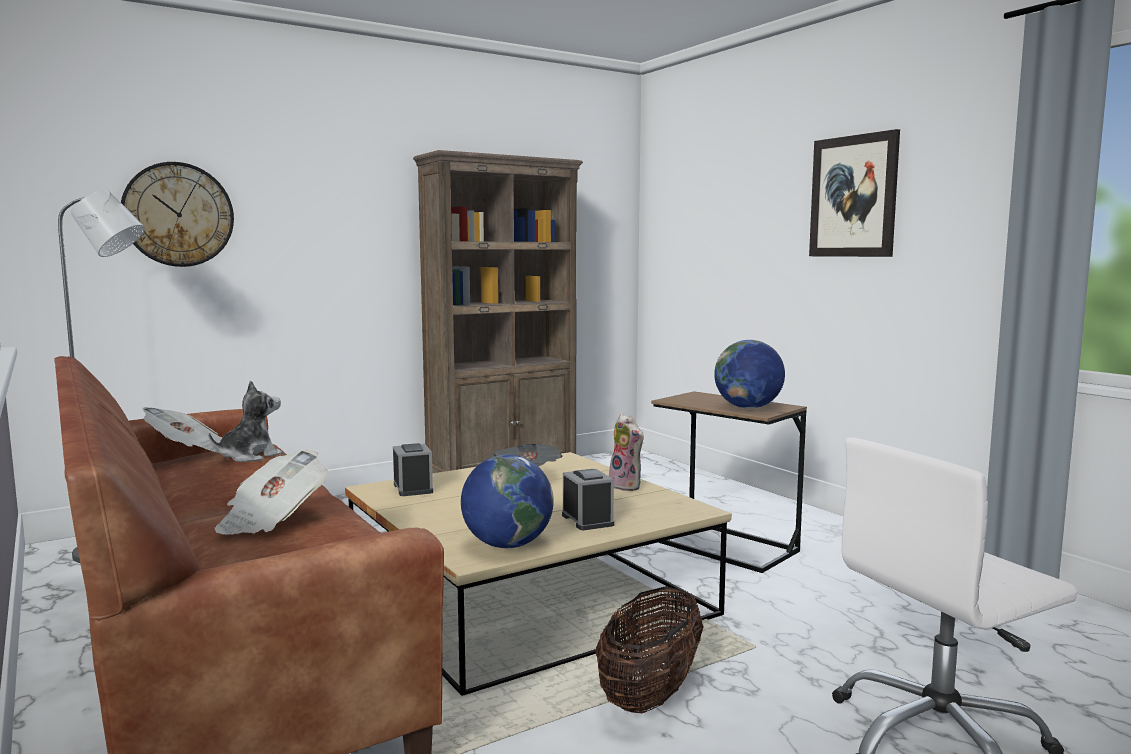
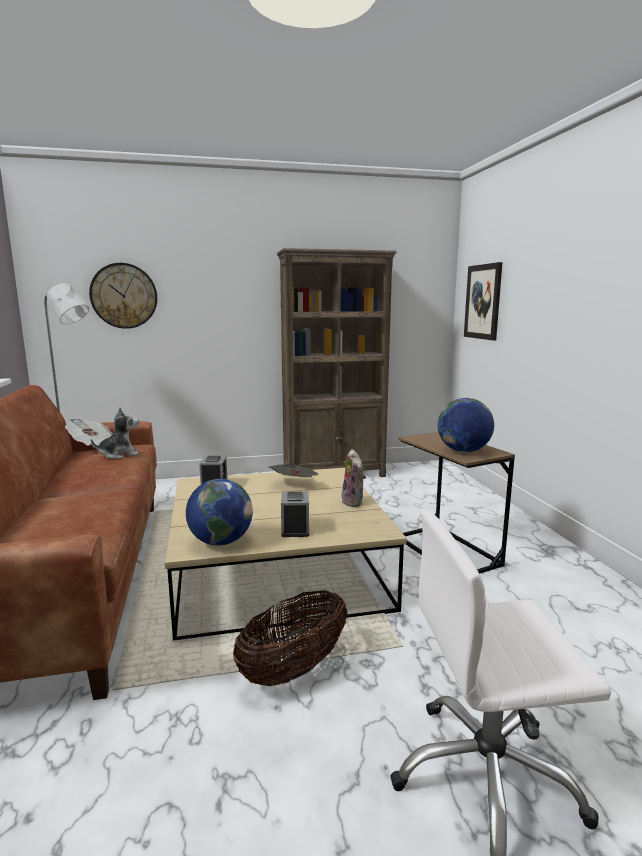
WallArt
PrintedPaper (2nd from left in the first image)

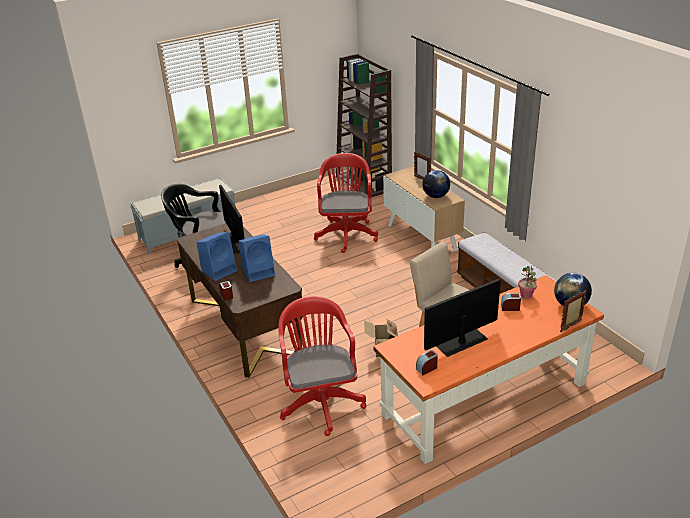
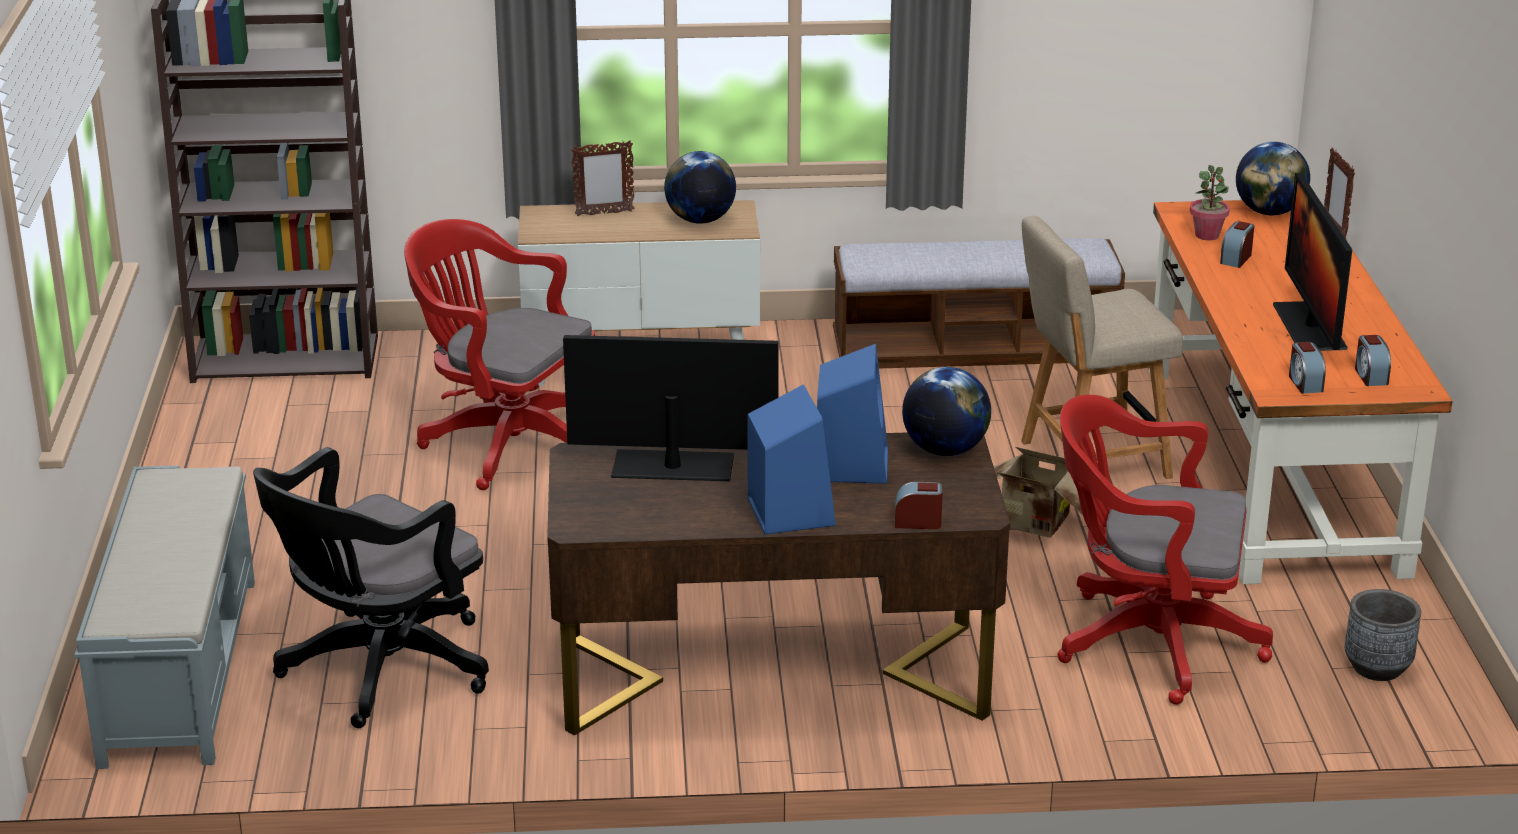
WorldGlobe (2nd from left)
AlarmClock (3rd from left)
GreyPlantPot

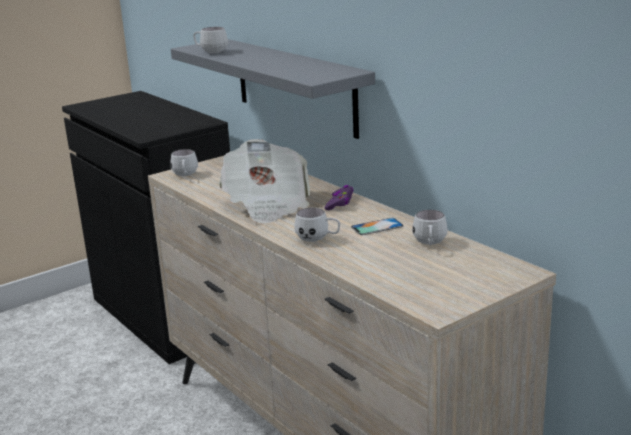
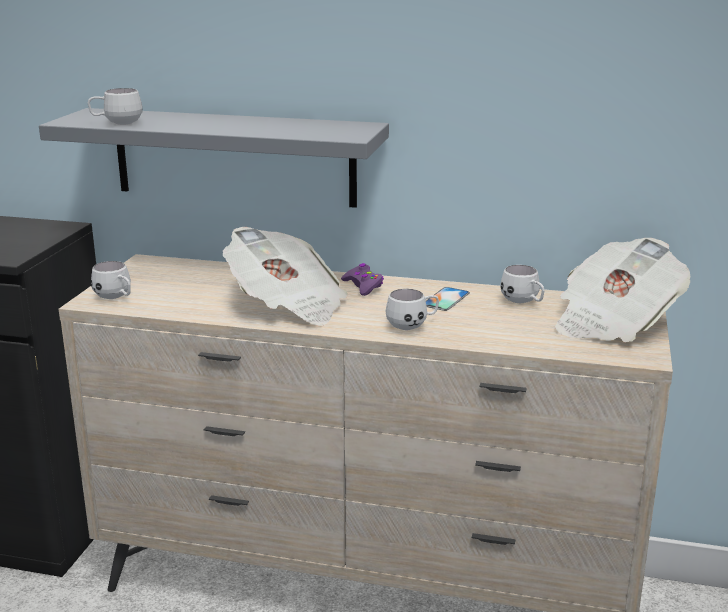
PrintedPaper (2nd from left)

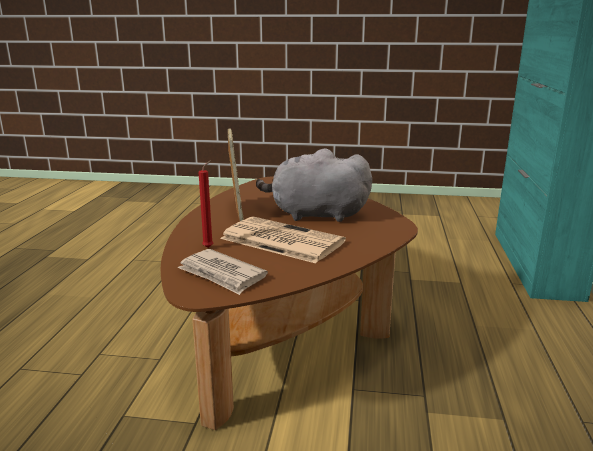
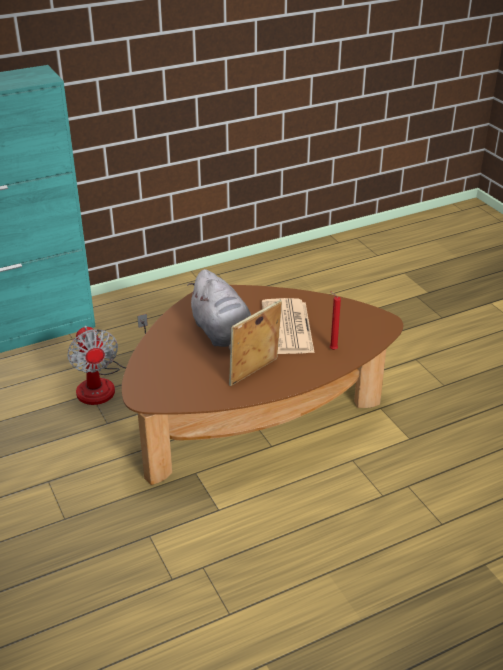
CoolingFan
PrintedPaper (1st from left in the first image)

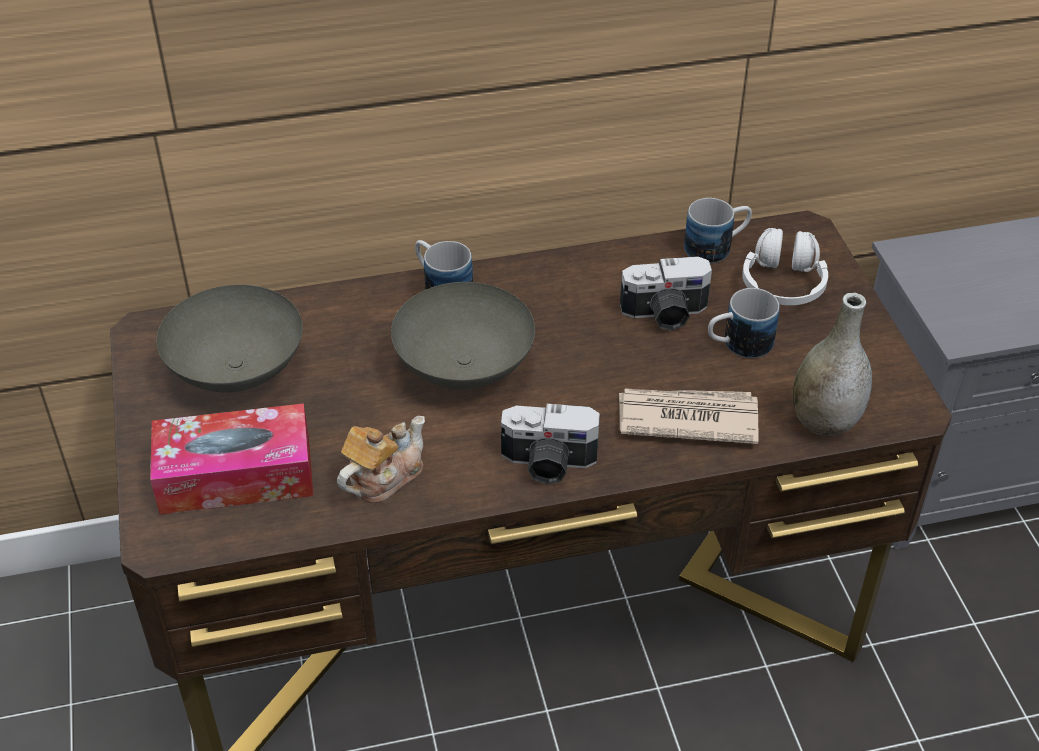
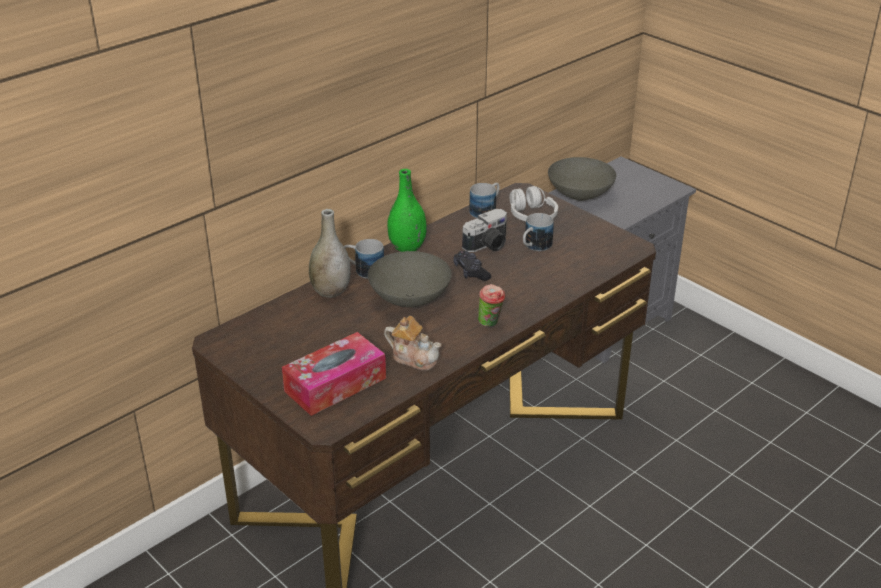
GreyDecorativeVase
PotForTea
GreenishDecorativeVase
BlackishJoypad
SmallCup
GreyBowl (2nd from left)
PrintedPaper

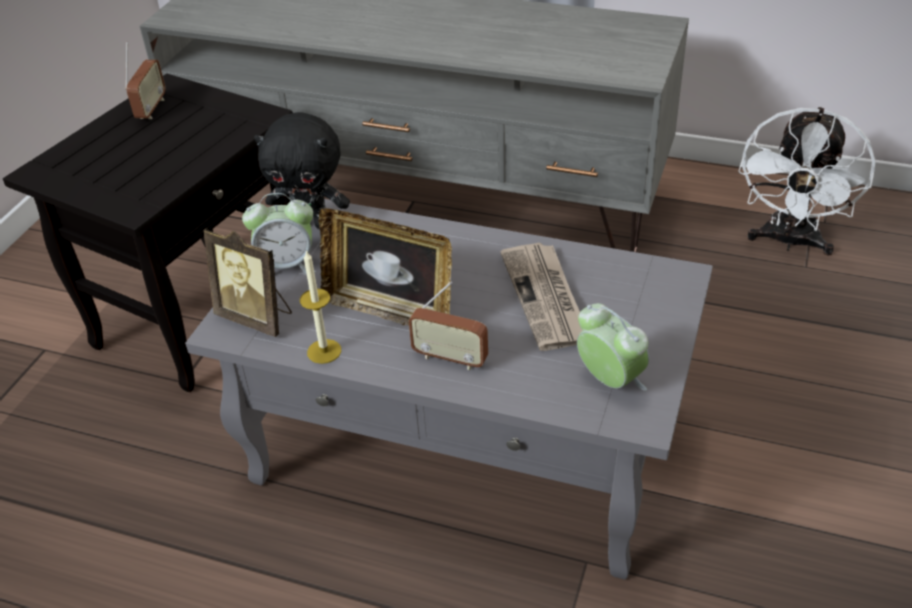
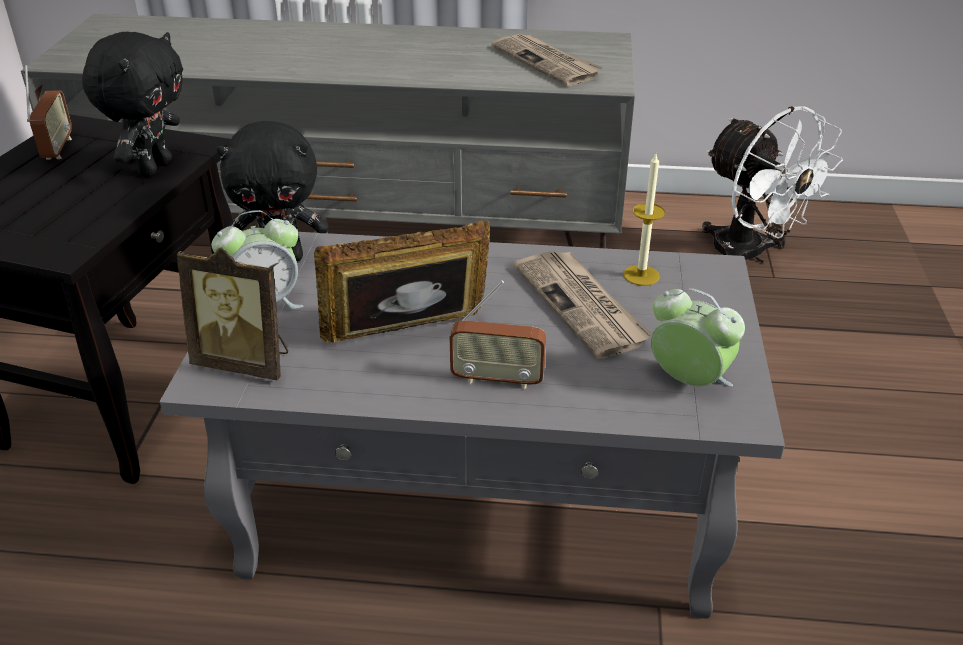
BlackishPlushToy (1st from left)
PictureFrame (2nd from left)
PrintedPaper (1st from left)
WaxCandle
WhiteCoolingFan

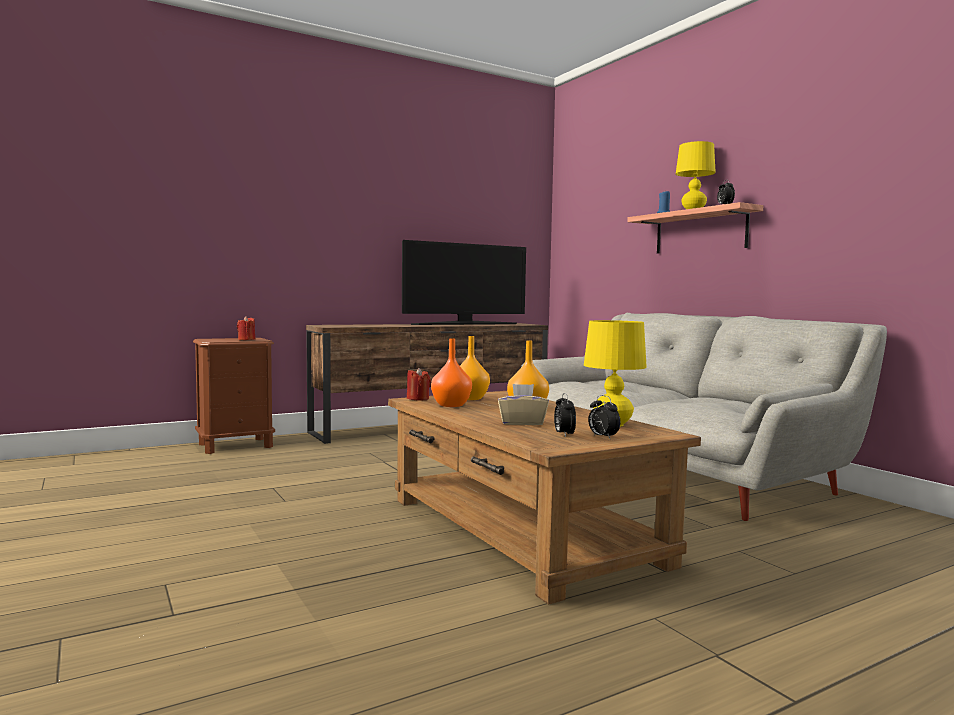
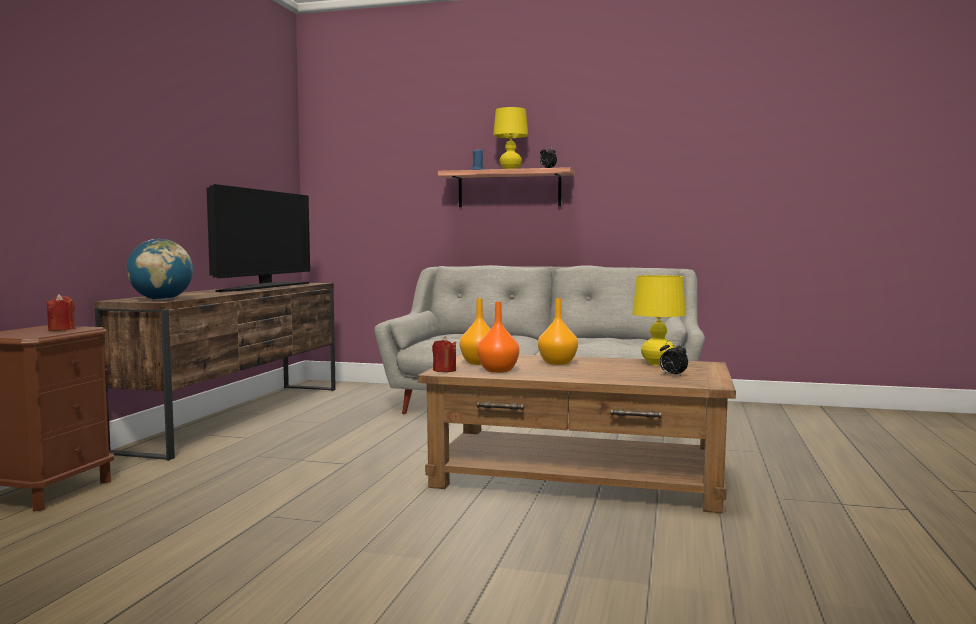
WorldGlobe
BeigeTissueHolder
AlarmClock (2nd from left in the first image)

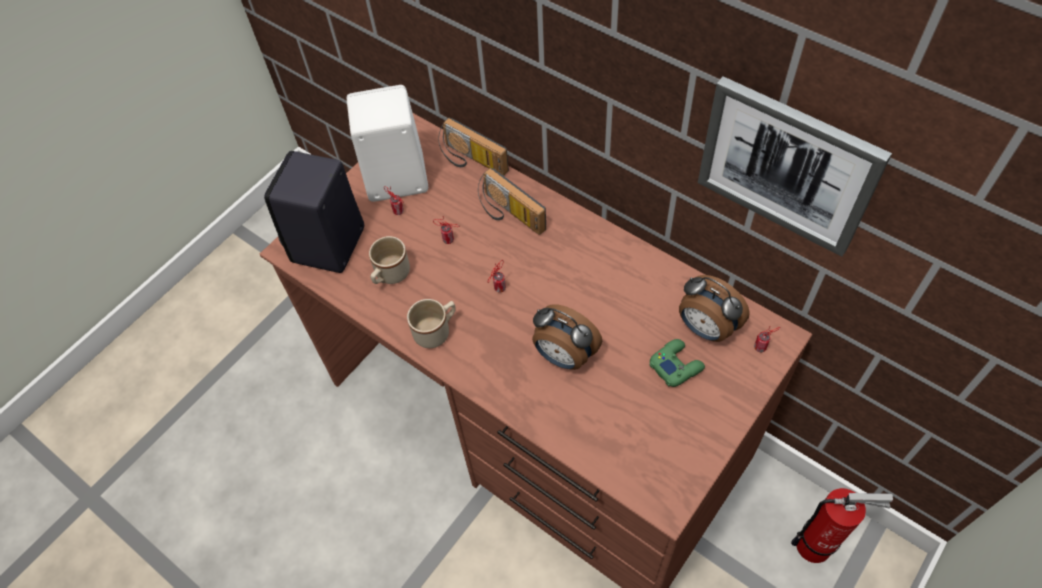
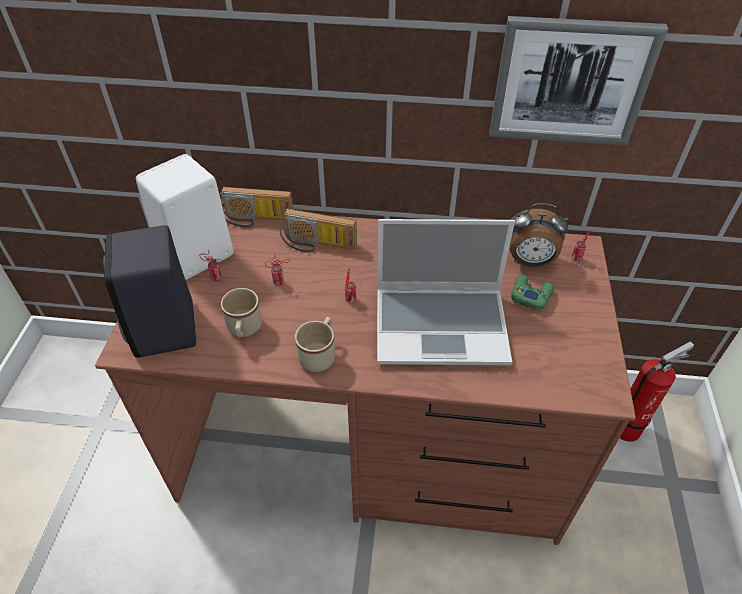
PortableComputer

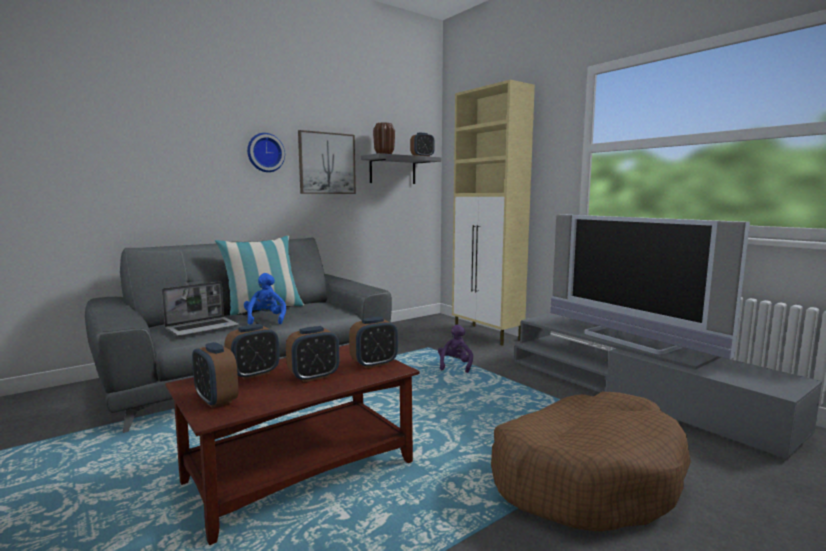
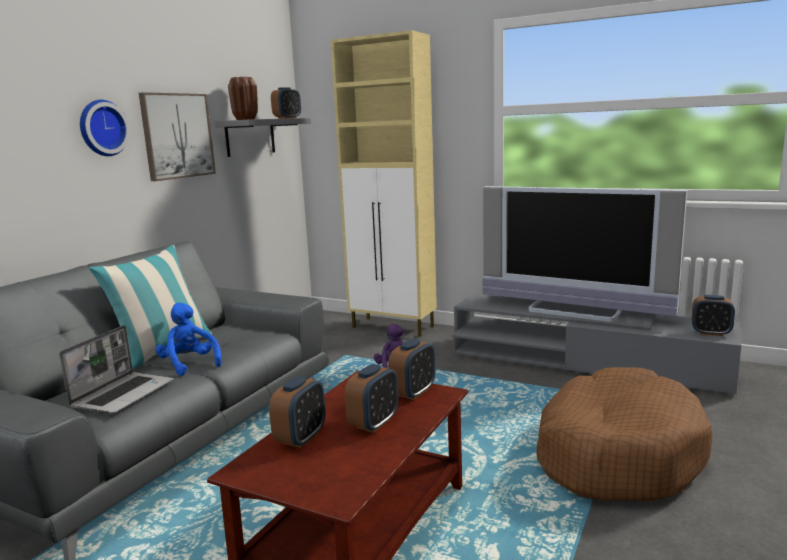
AlarmClock (5th from left)

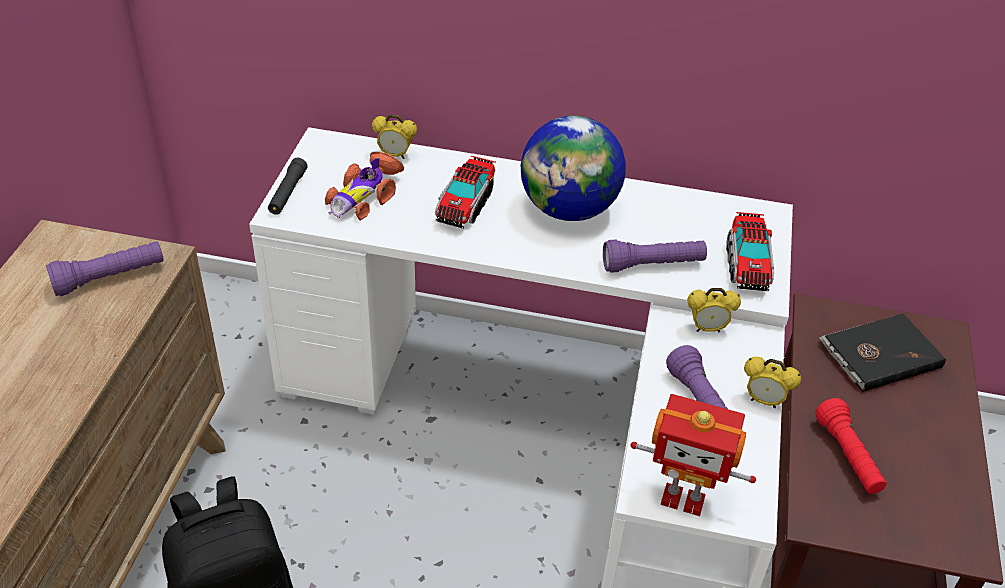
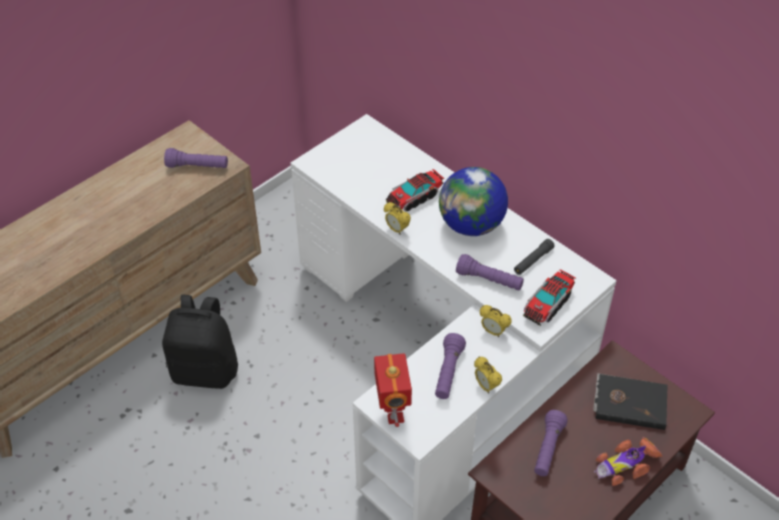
ToyRobot
AlarmClock (1st from left)
BlackishTorch
PurpleColouredTorch (4th from left)
MiniatureCar

